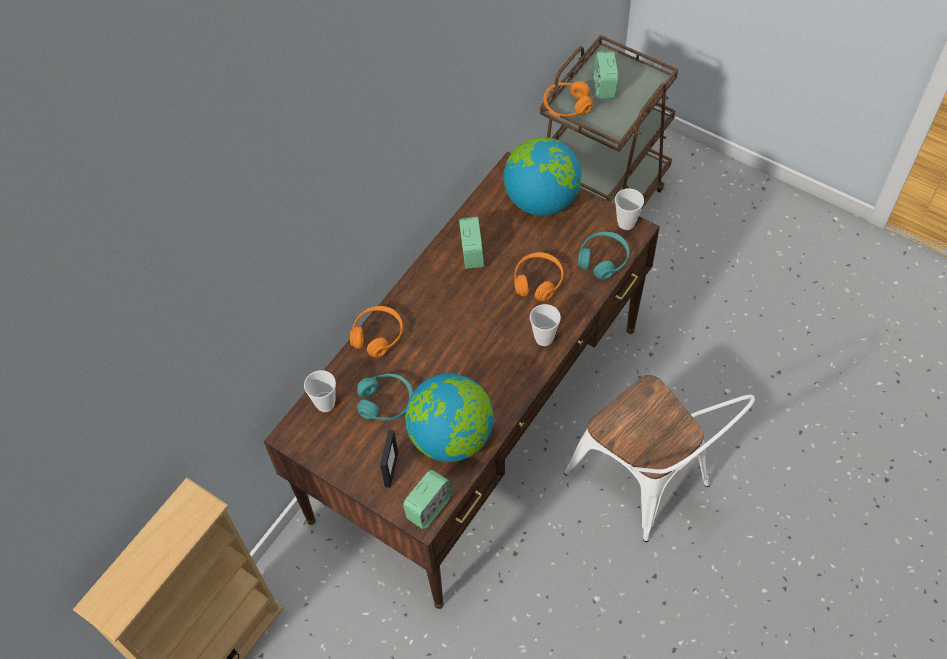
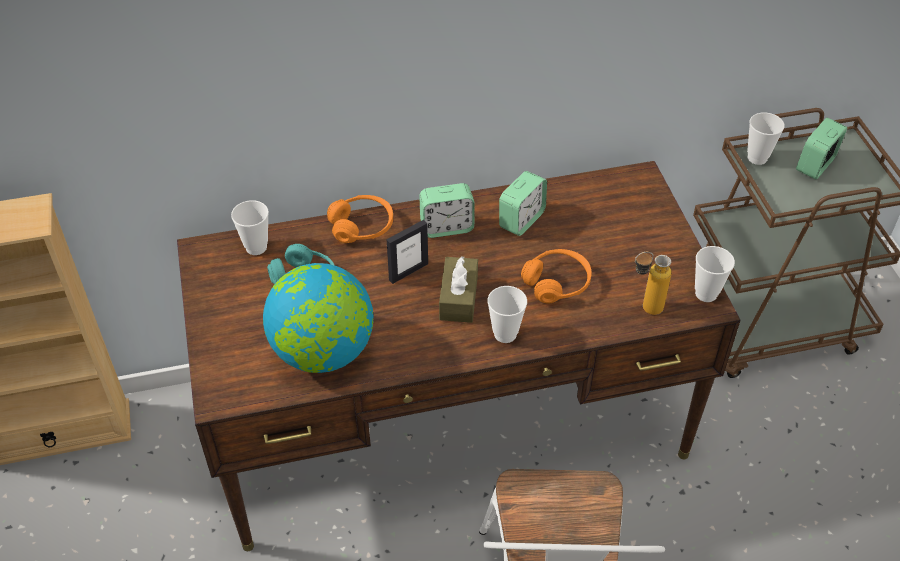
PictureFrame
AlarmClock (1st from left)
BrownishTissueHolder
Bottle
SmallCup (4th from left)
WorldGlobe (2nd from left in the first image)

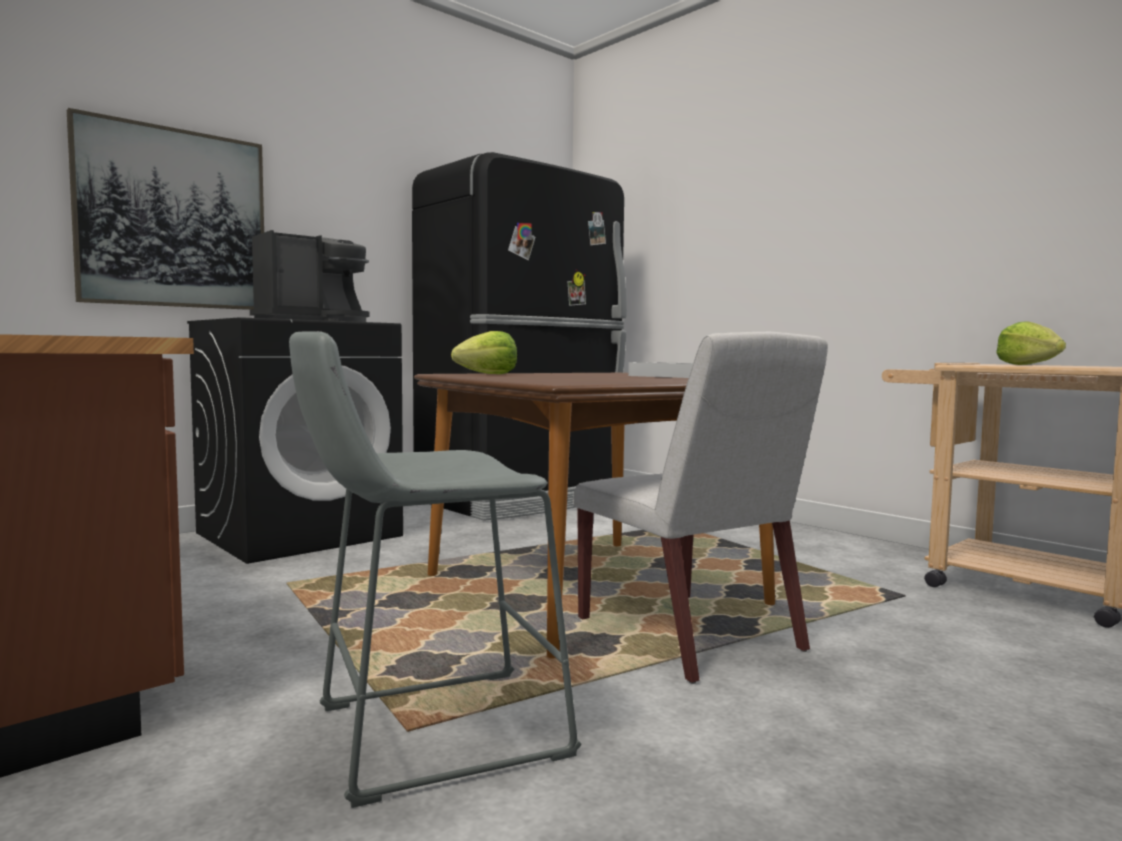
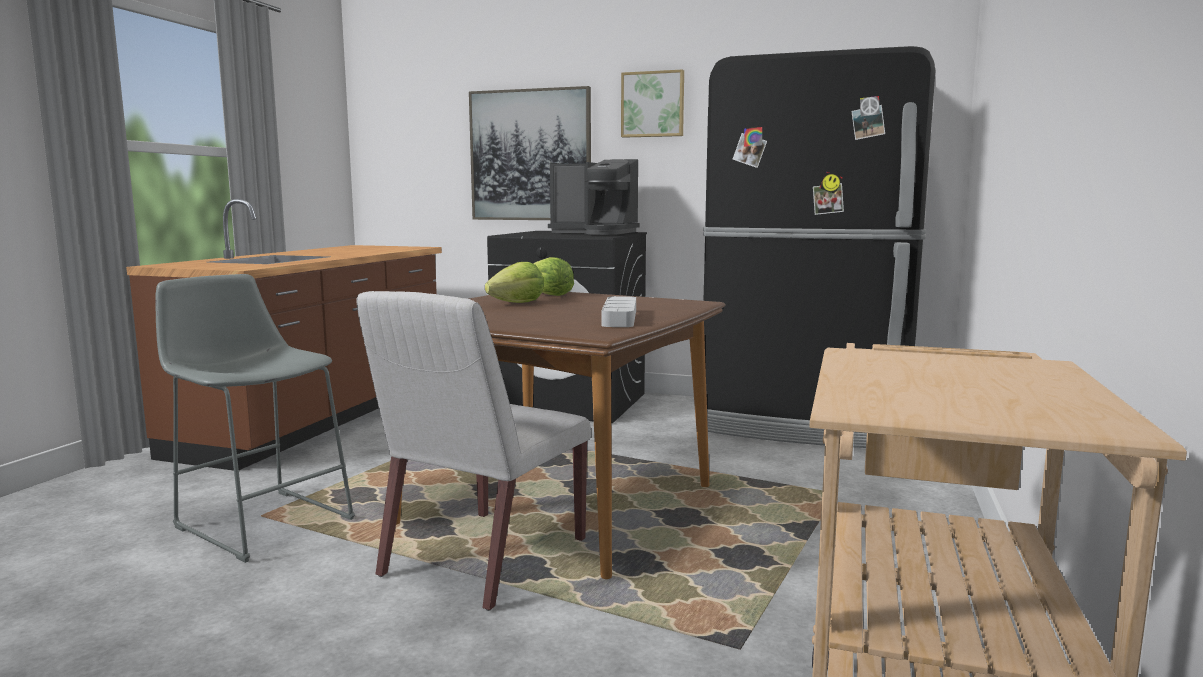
Lettuce (1st from left)
WallArt (2nd from left)

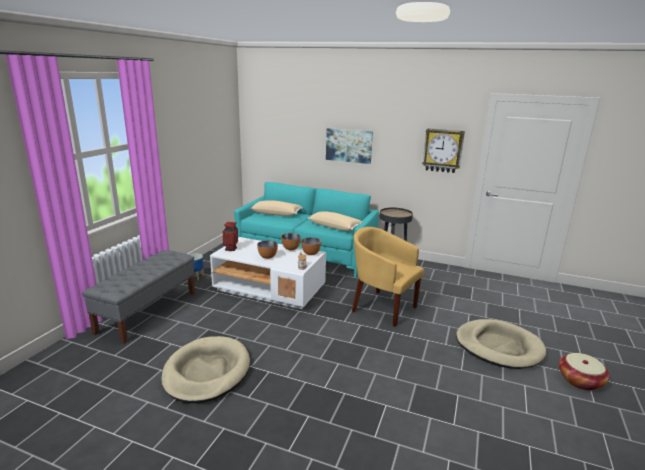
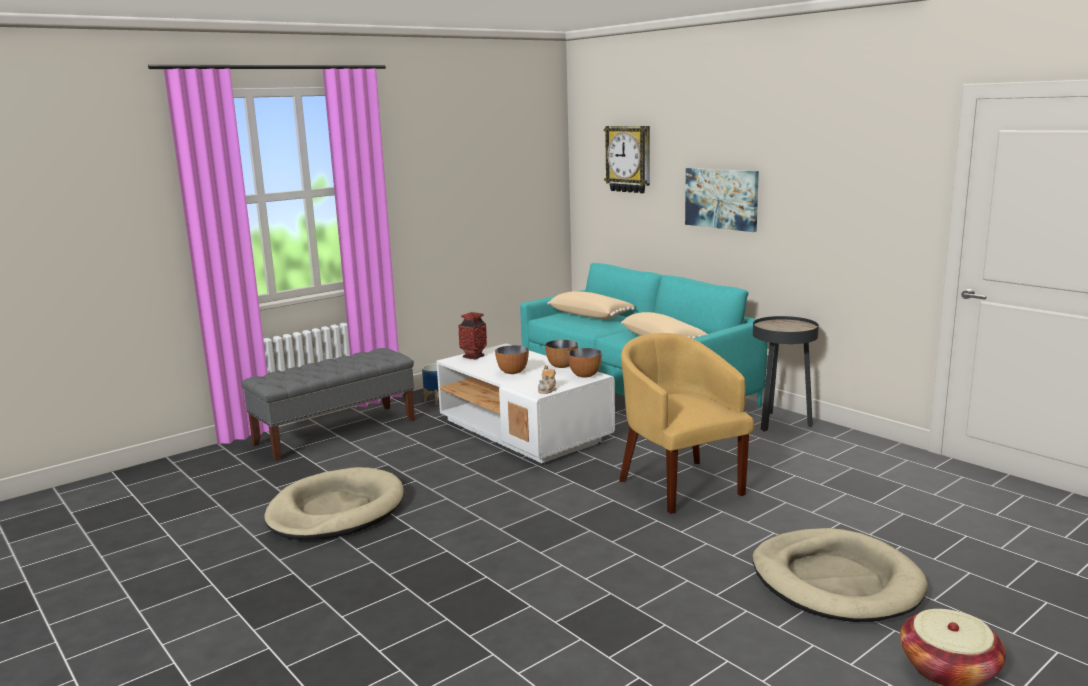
WallClock

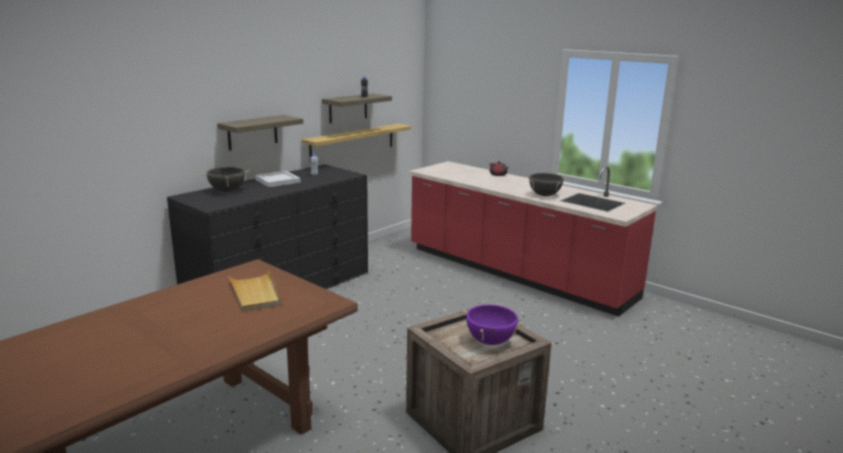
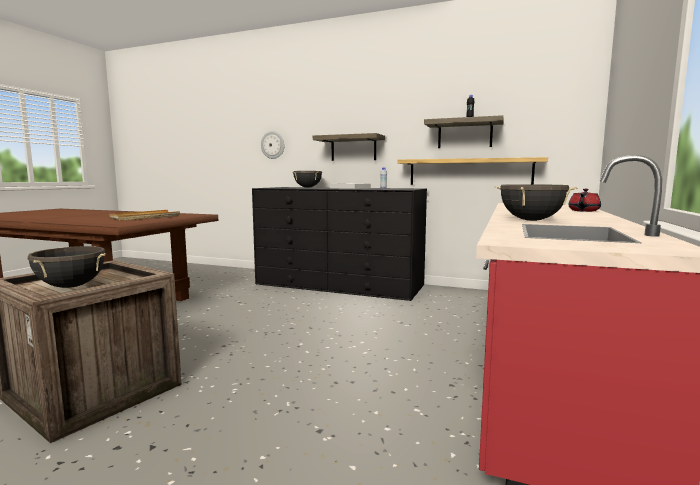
BlackishSaucepot (1st from left)
WallClock

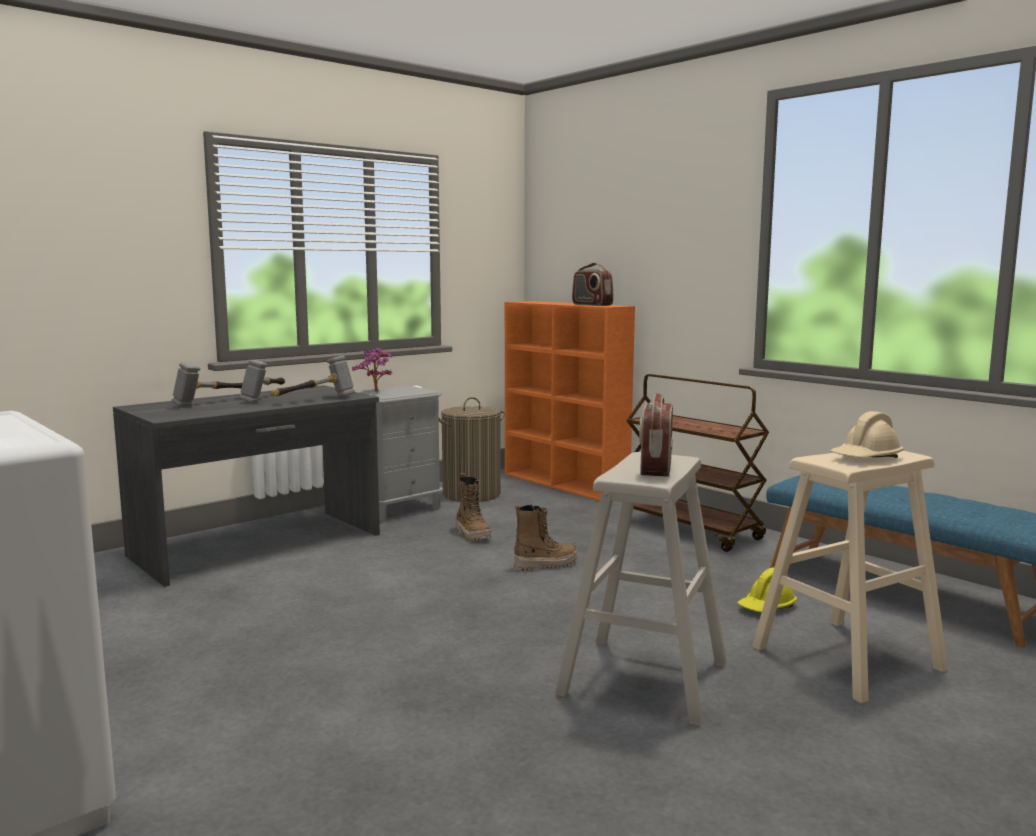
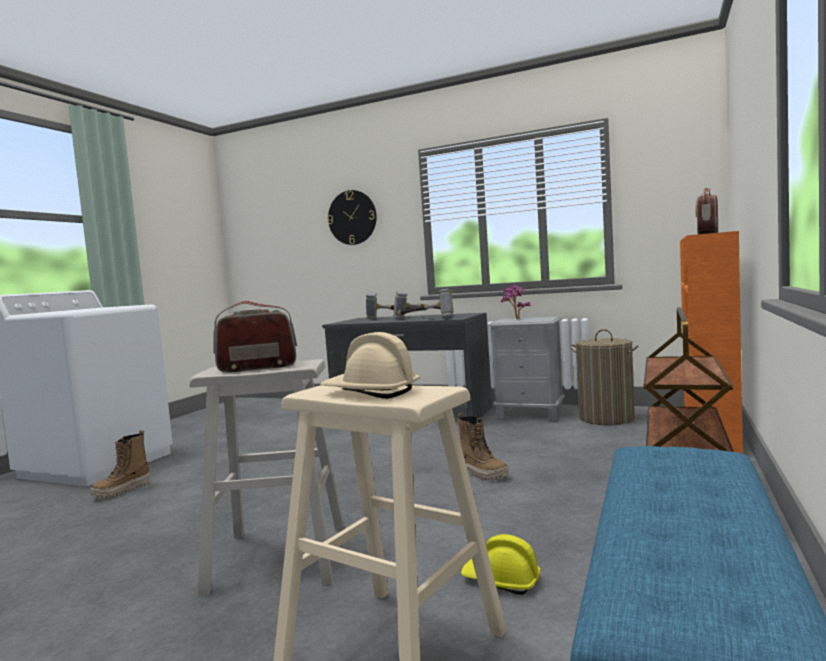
Boot (1st from left)
WallClock

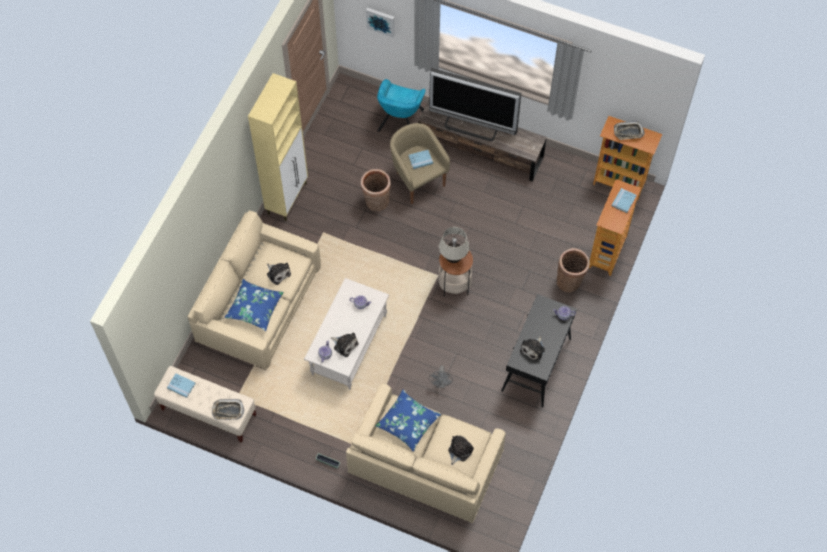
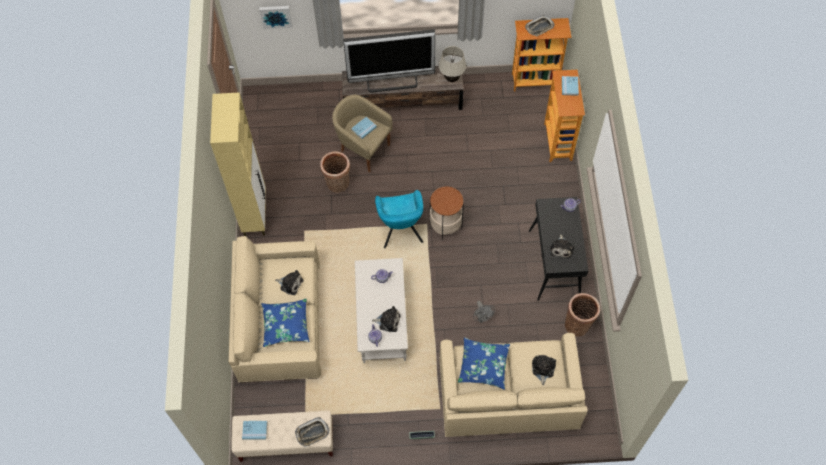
TurquoiseLoungeChair
BeigeTabletopLamp
HouseholdBasket (2nd from left)

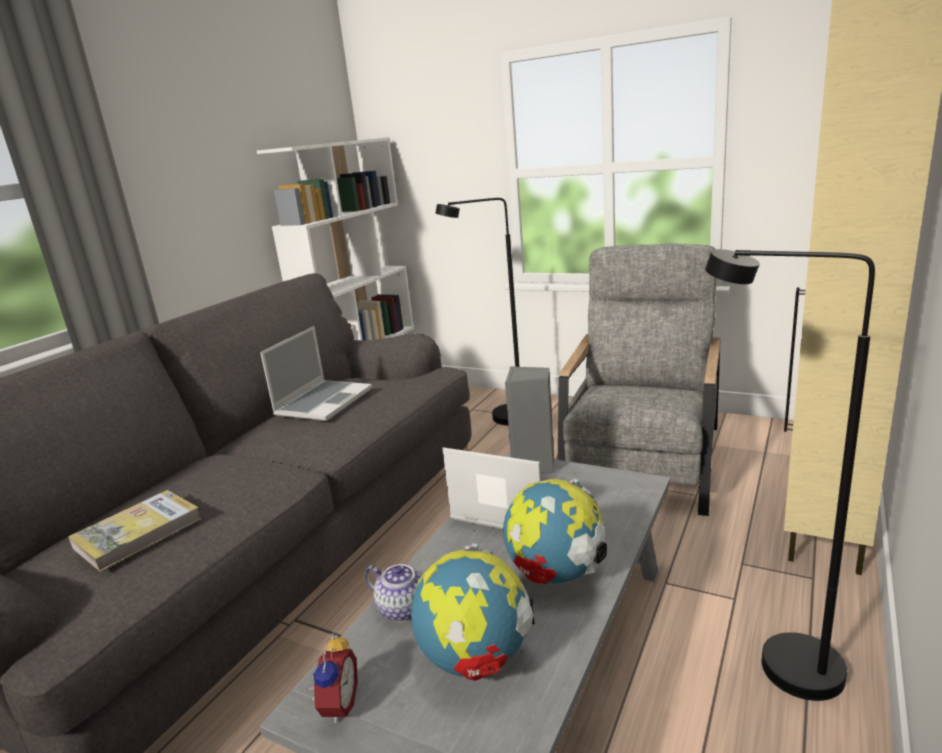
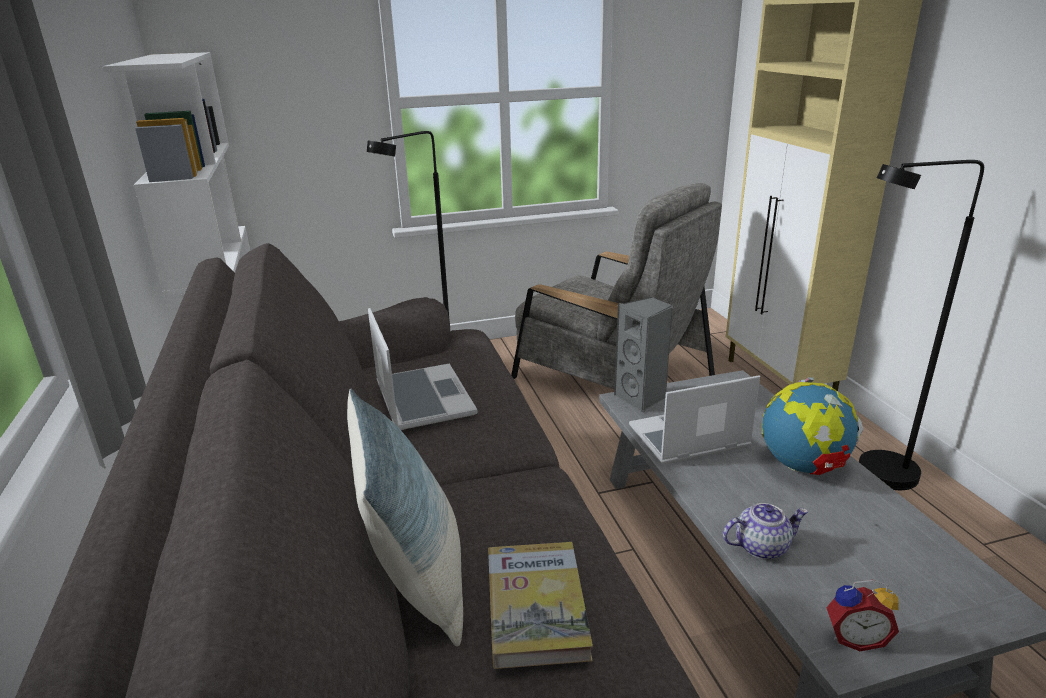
Pillow
GreyLoungeChair
AlarmClock
WorldGlobe (1st from left in the first image)

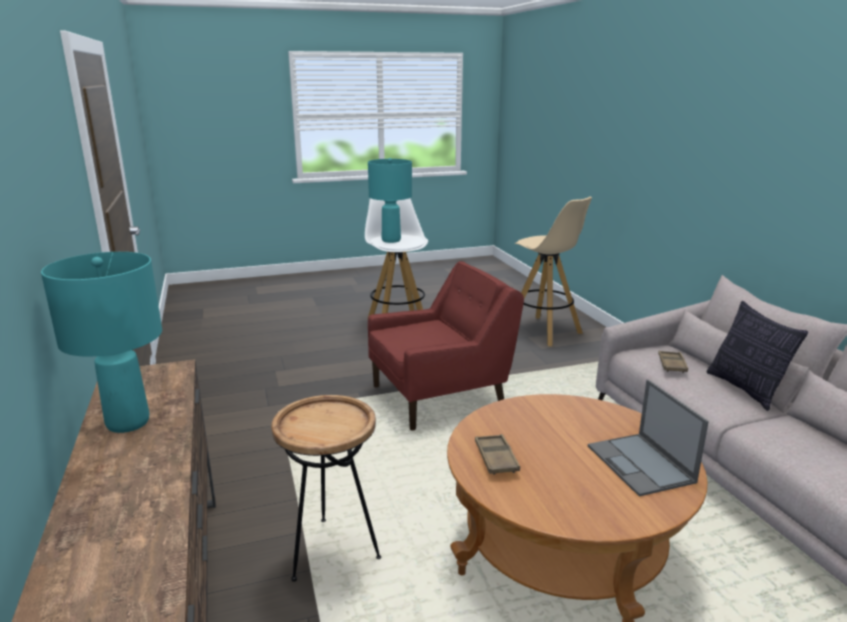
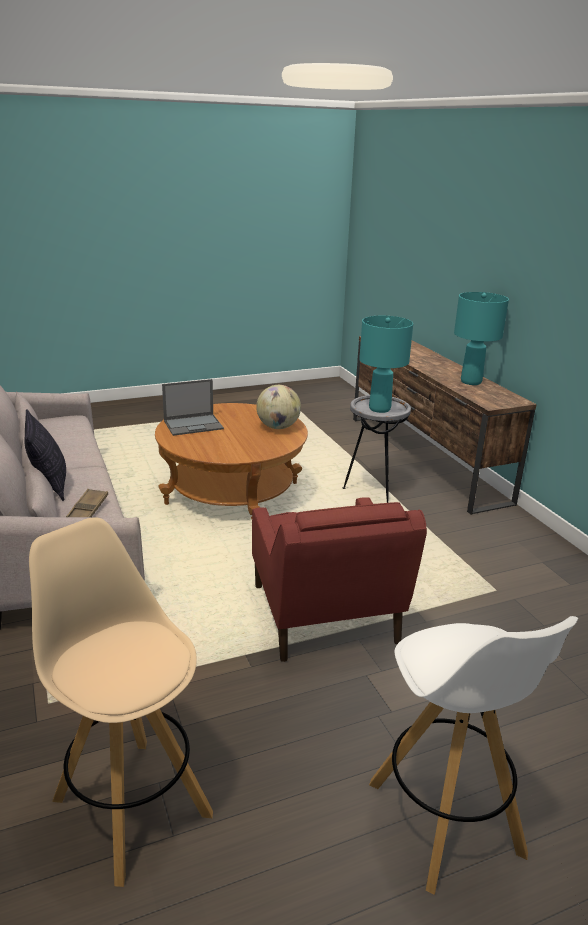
PortableComputer
ReddishLoungeChair
WorldGlobe
GreyAccentTable
TurquoiseTabletopLamp (1st from left)

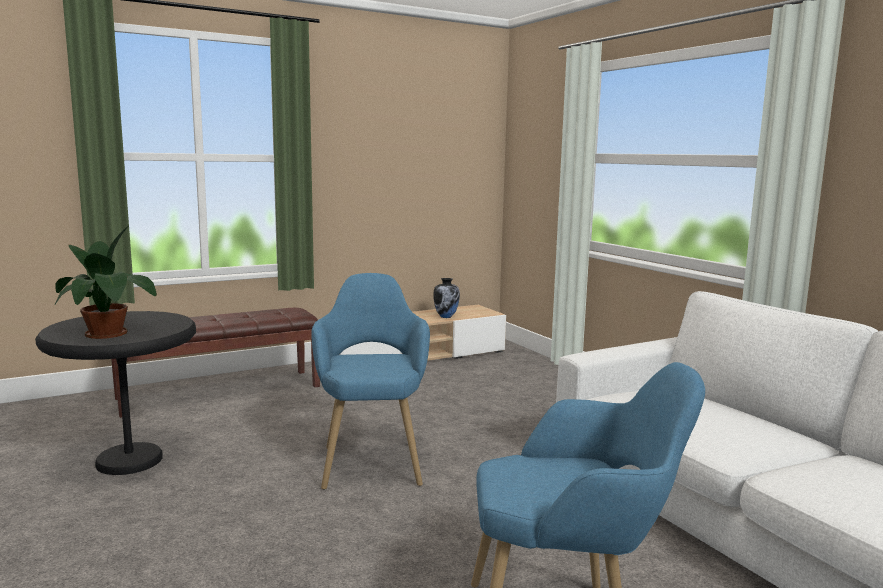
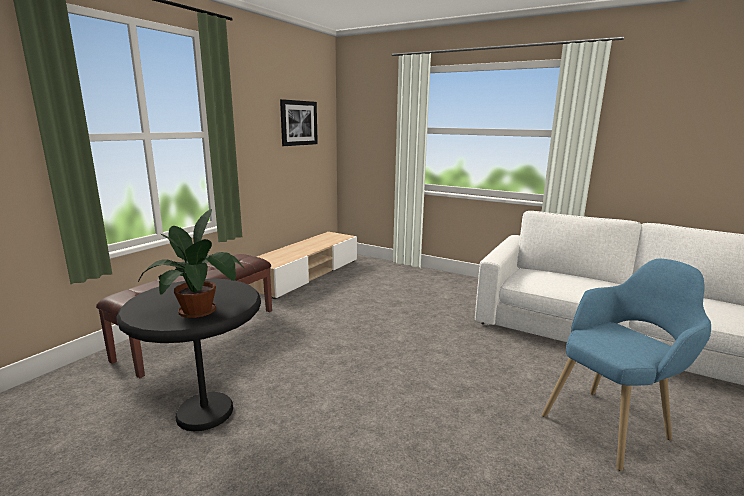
WallArt
BlueLoungeChair (1st from left in the first image)
DecorativeVase

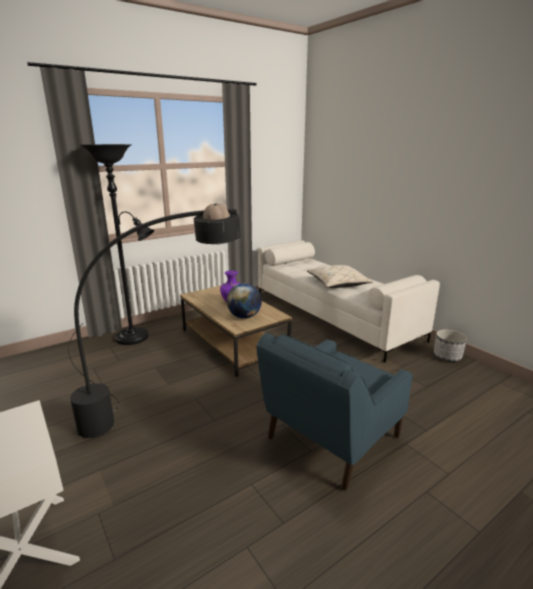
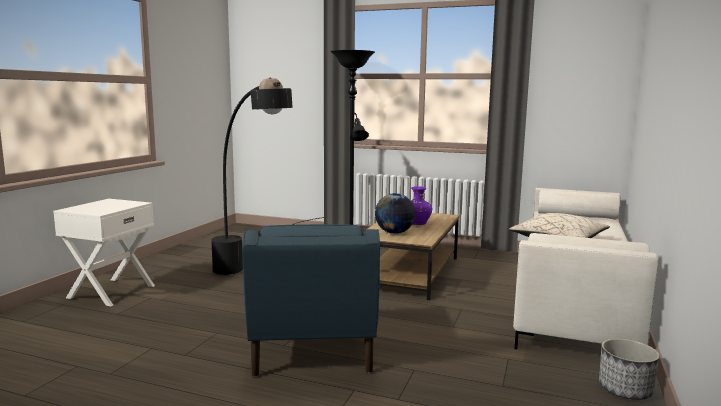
BlueLoungeChair

